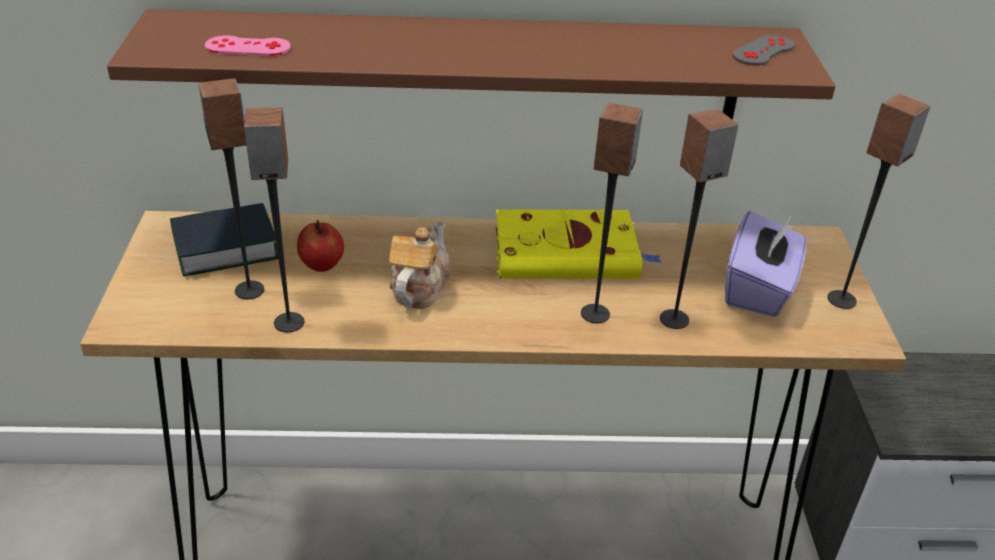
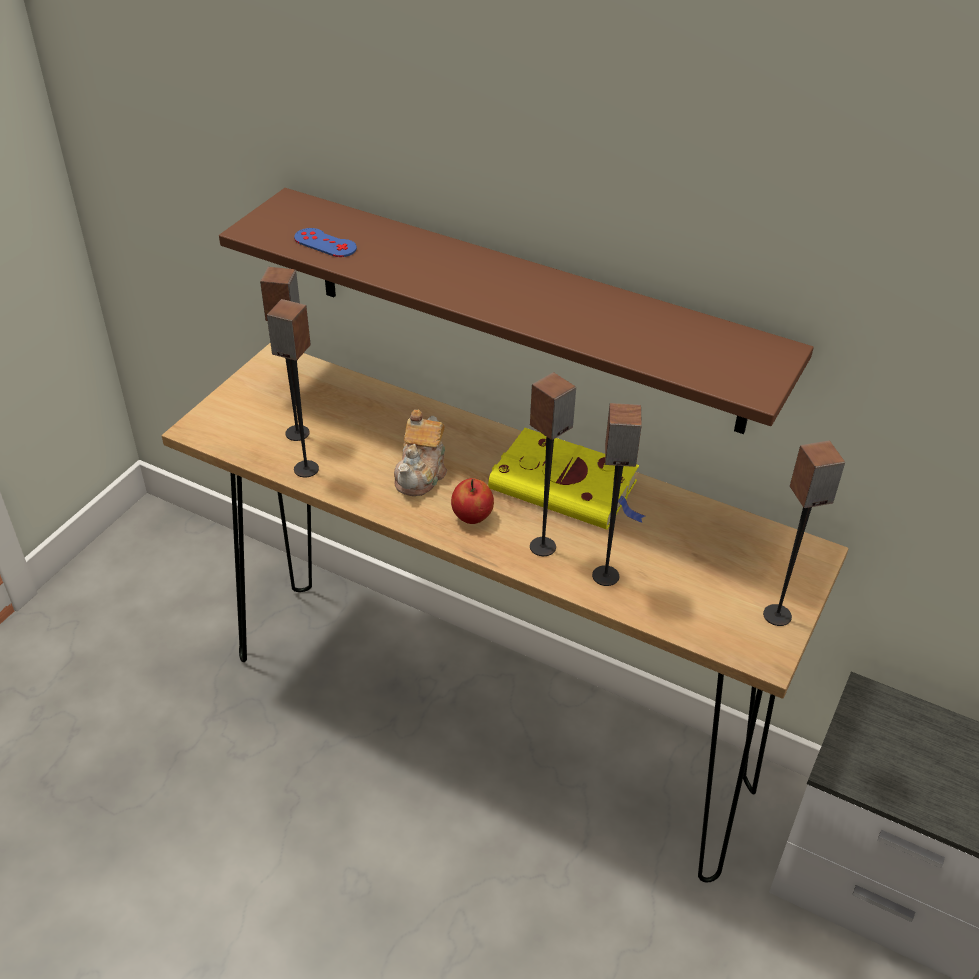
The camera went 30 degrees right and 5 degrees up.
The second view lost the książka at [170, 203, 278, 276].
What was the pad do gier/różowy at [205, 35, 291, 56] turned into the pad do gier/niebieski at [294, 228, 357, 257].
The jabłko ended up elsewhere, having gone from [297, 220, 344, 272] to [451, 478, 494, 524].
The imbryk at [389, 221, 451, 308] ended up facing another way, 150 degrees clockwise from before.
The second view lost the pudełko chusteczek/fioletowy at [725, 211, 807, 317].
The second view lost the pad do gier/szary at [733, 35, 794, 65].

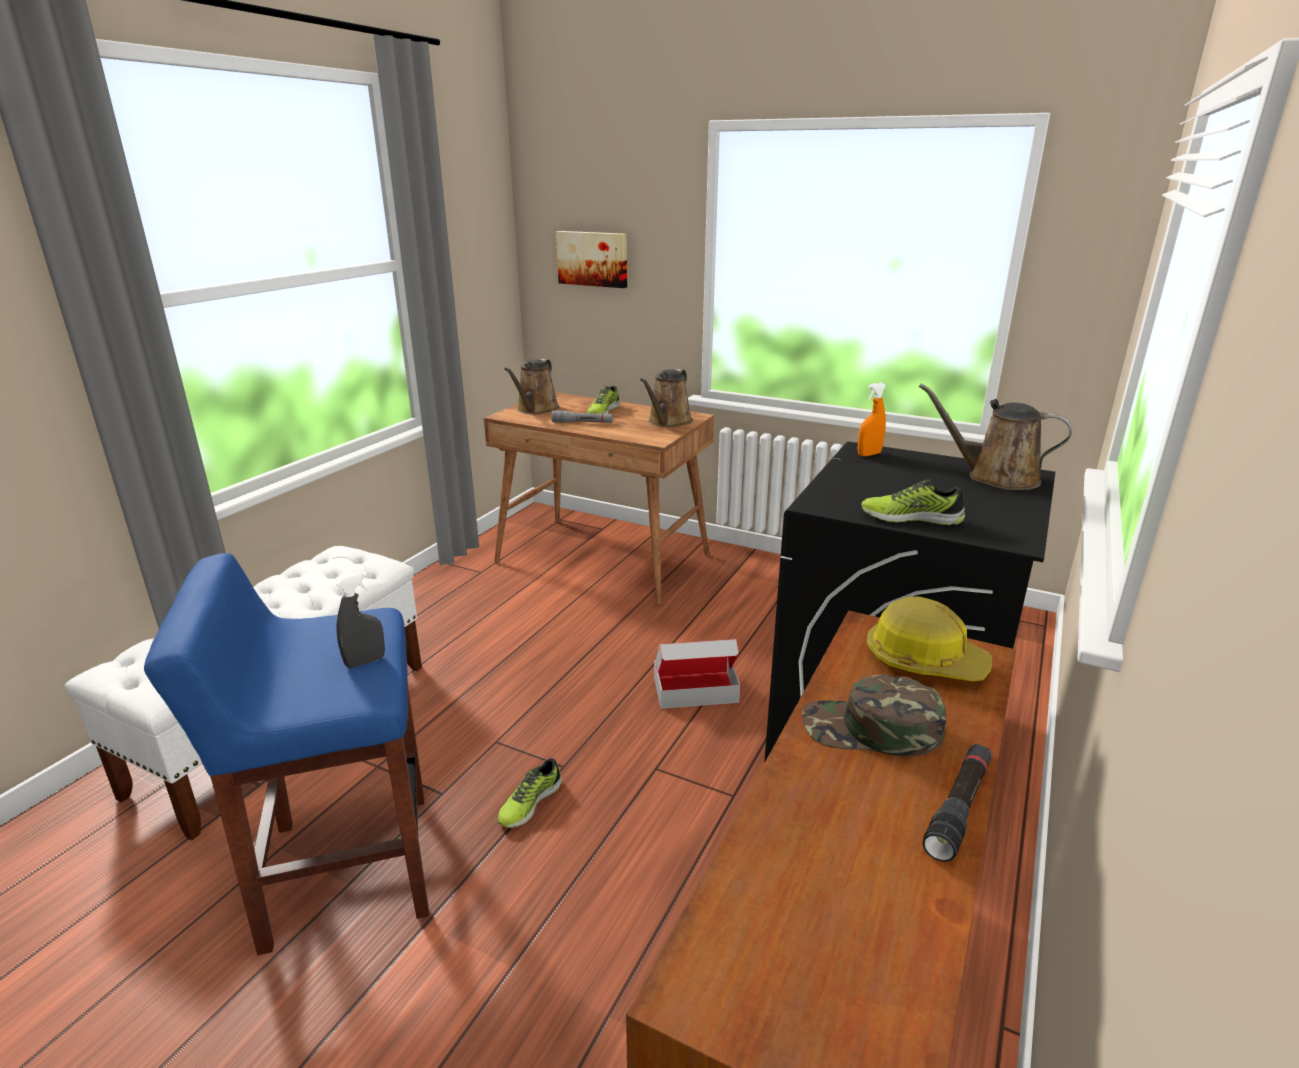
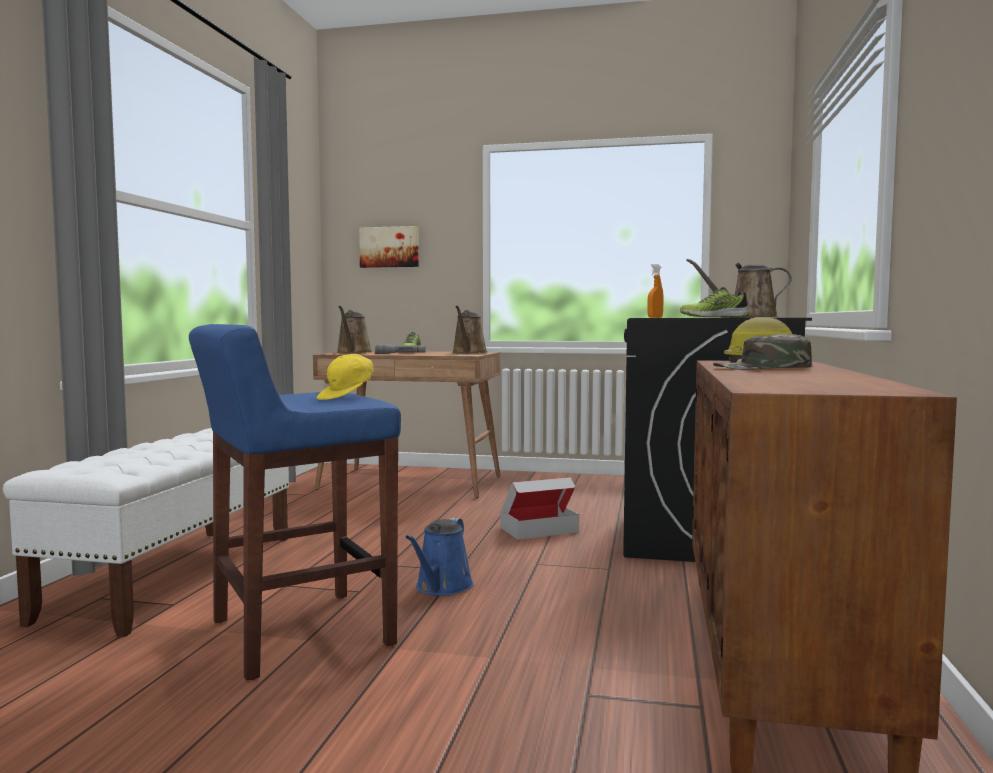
The camera went 15 degrees left and 20 degrees down.
Where the spryskiwacz/szary stood at [336, 572, 385, 668], the czapka z daszkiem/żółty came to stand at [317, 354, 374, 400].
Where the but stood at [498, 758, 562, 828], the konewka/niebieski came to stand at [406, 518, 474, 596].
The second view lost the latarka/czarny at [923, 744, 992, 862].

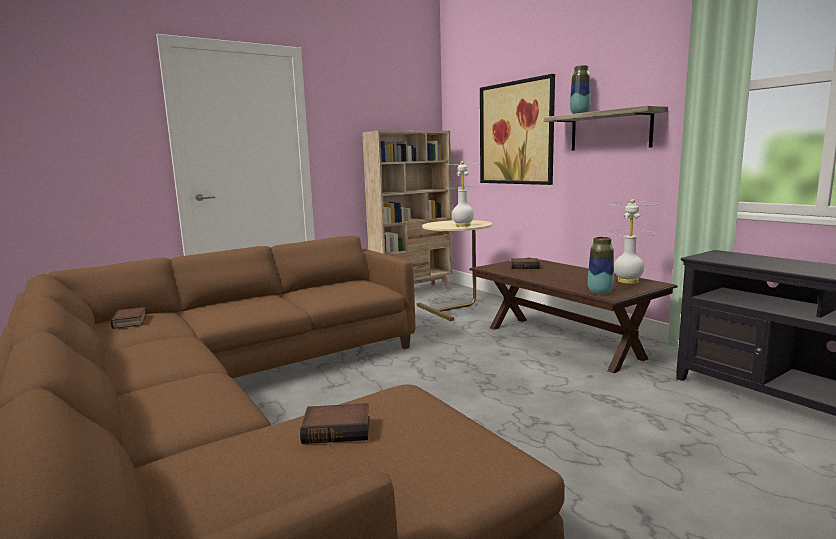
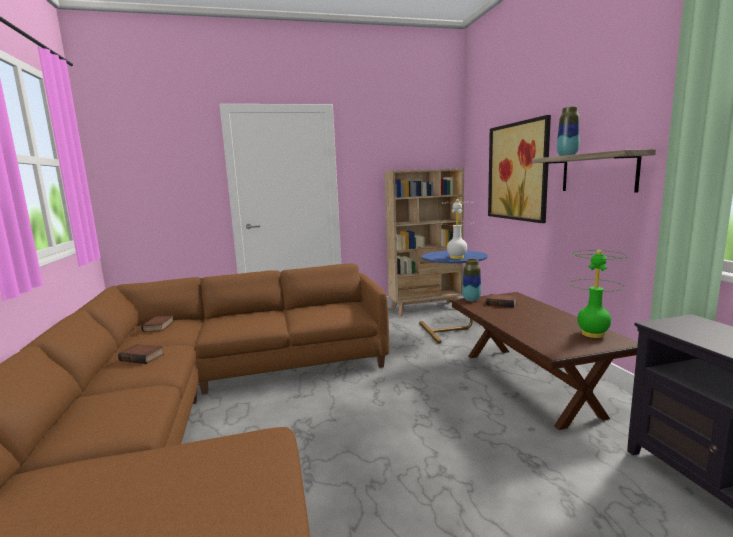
The camera went 20 degrees right and 0 degrees up.
The książka ended up elsewhere, having gone from [300, 403, 370, 444] to [118, 344, 164, 364].
What was the stolik/beżowy at [417, 220, 492, 321] turned into the stolik/niebieski at [419, 251, 488, 344].
The wazon ended up elsewhere, having gone from [588, 237, 614, 295] to [462, 259, 481, 301].
What was the lampa stołowa/biały at [607, 199, 657, 284] turned into the lampa stołowa/zielony at [570, 250, 626, 338].

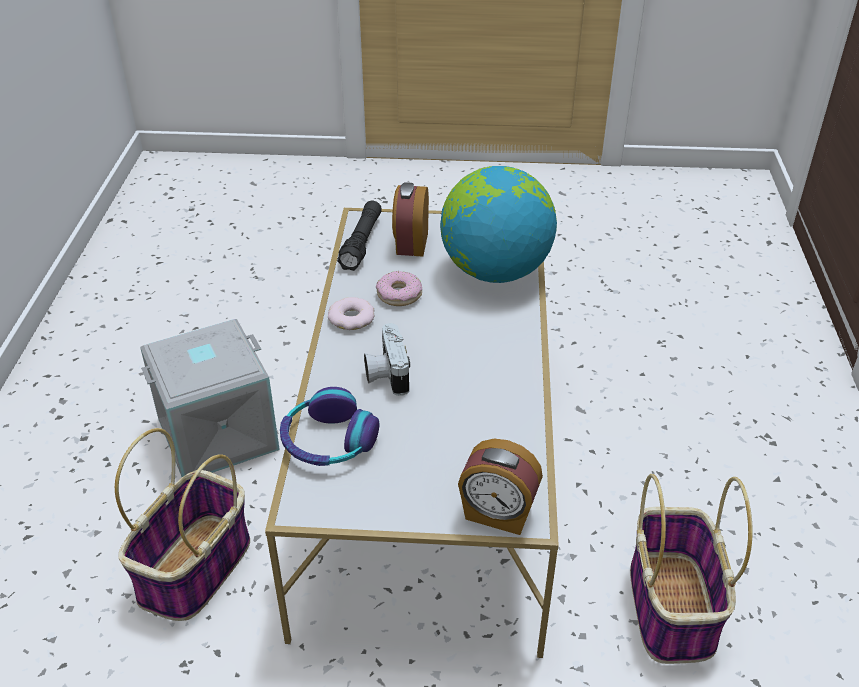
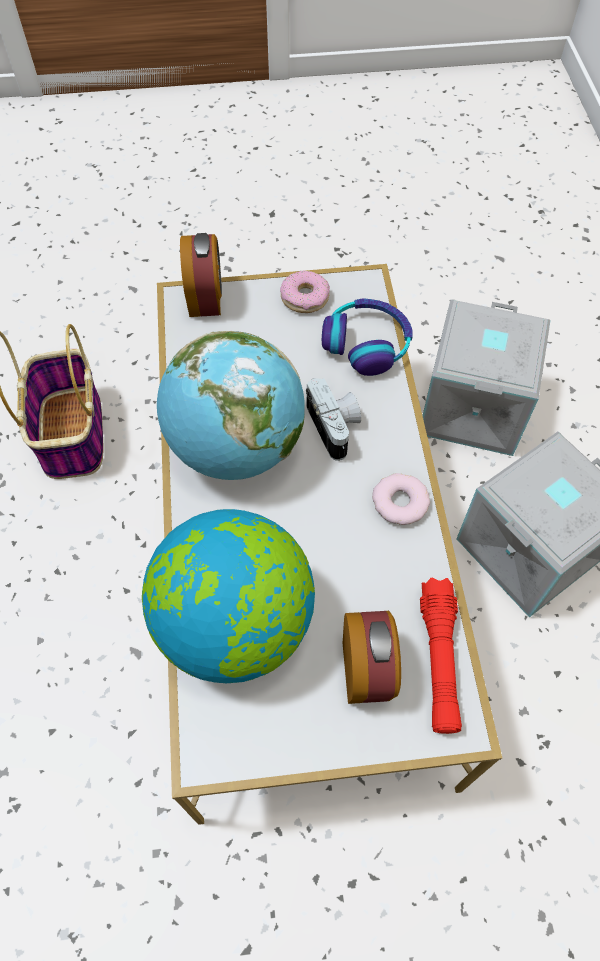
The camera went 170 degrees right and 20 degrees up.
Where the koszyk stood at [115, 428, 250, 621], the pojemnik do przechowywania/szary came to stand at [422, 300, 551, 456].
What was the latarka/czarny at [337, 201, 382, 271] turned into the latarka/czerwony at [420, 578, 462, 734].
The donut ended up elsewhere, having gone from [376, 271, 422, 306] to [280, 270, 330, 313].
The budzik at [458, 439, 543, 535] ended up facing another way, 75 degrees clockwise from before.
The second view gained the globus at [157, 331, 305, 480].

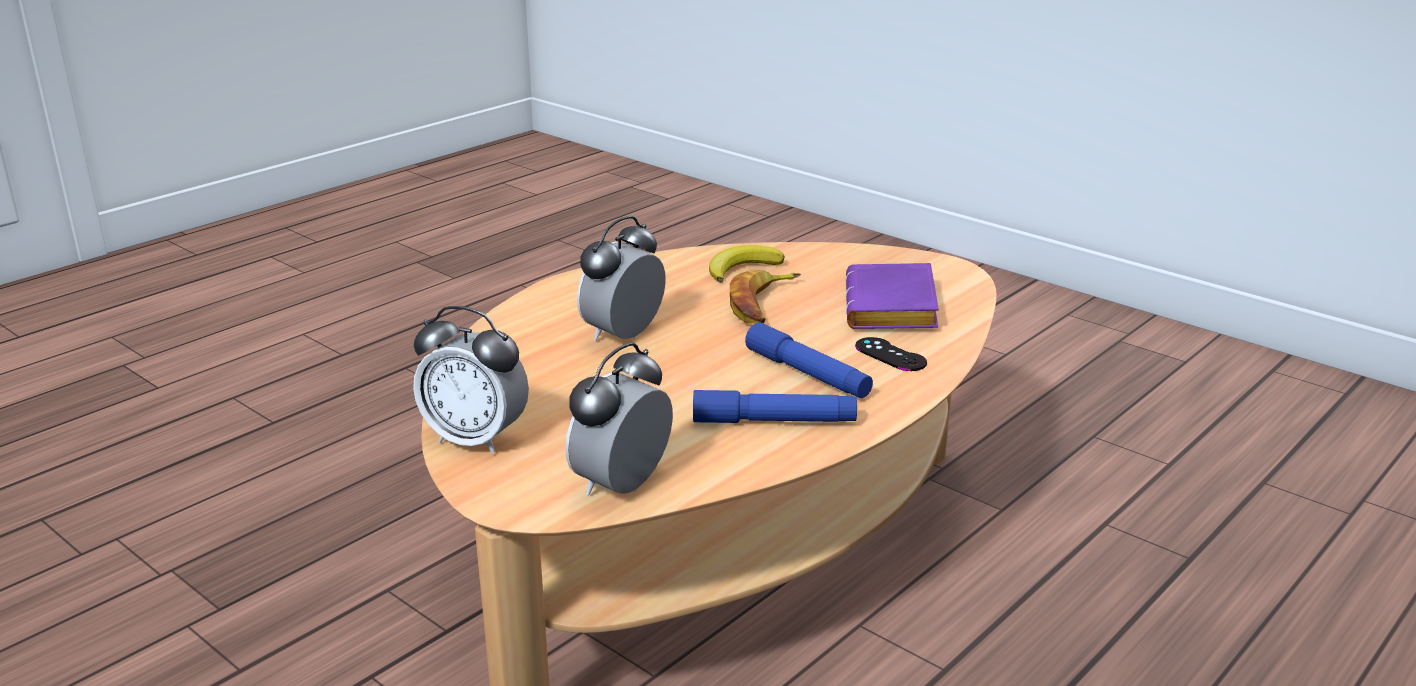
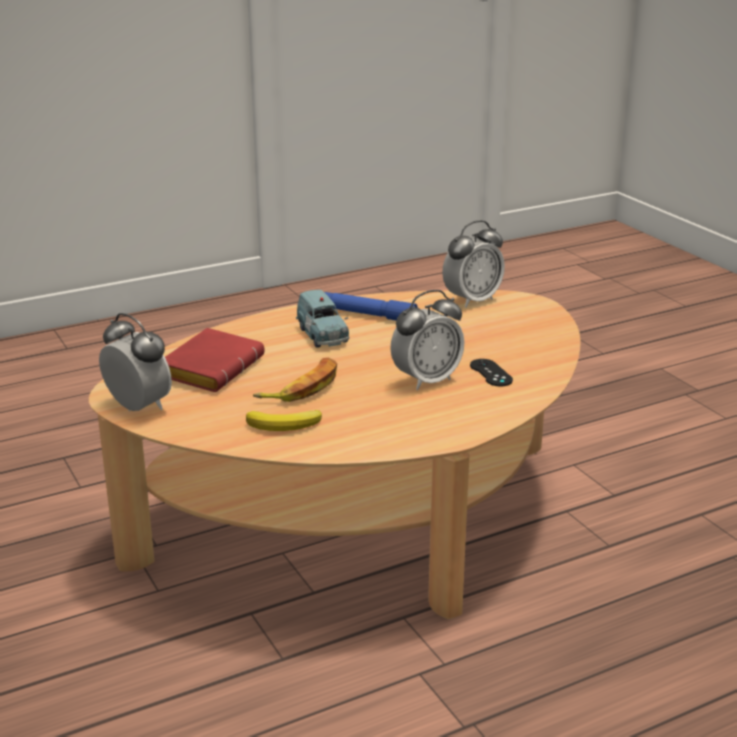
The camera went 160 degrees left and 0 degrees up.
The budzik ended up elsewhere, having gone from [413, 306, 529, 454] to [99, 313, 172, 411].
Where the latarka/niebieski stood at [745, 322, 873, 398], the samochodzik/niebieski came to stand at [296, 290, 349, 348].
What was the książka/fioletowy at [846, 263, 939, 329] turned into the książka/czerwony at [165, 328, 265, 392].
The pad do gier/czarny ended up elsewhere, having gone from [855, 337, 927, 371] to [470, 359, 513, 386].

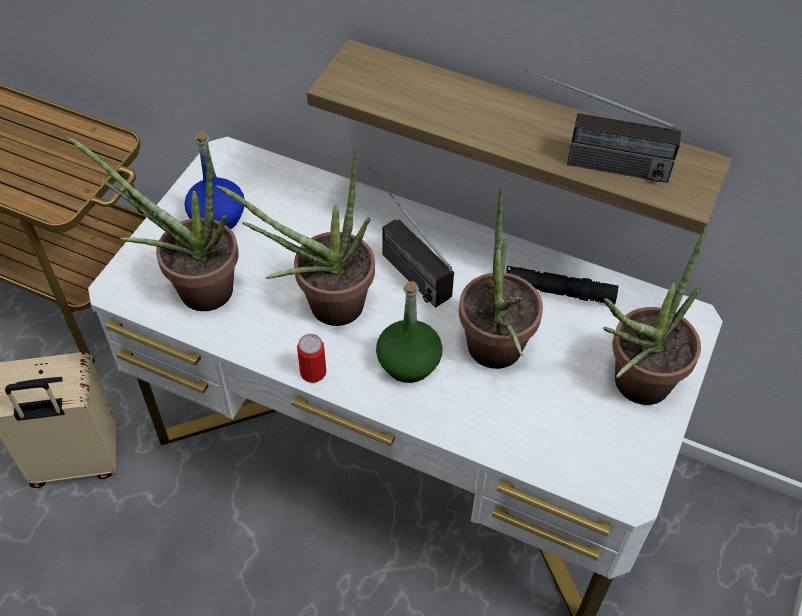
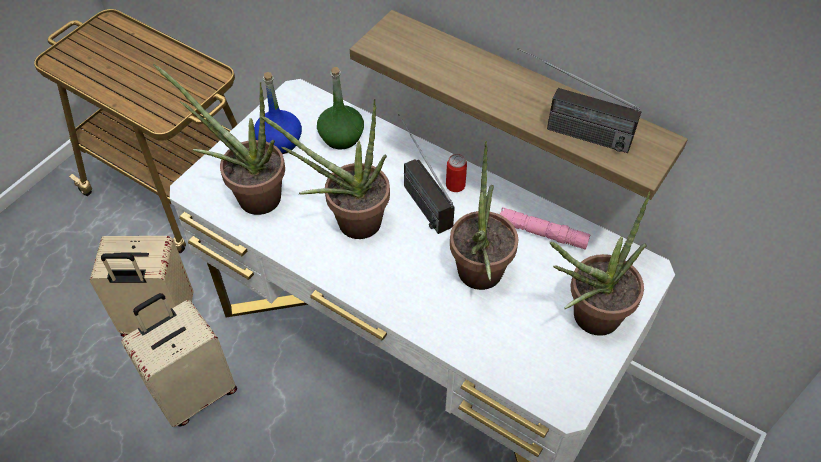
The camera went 10 degrees right and 0 degrees up.
The puszka ended up elsewhere, having gone from [297, 334, 326, 383] to [446, 154, 467, 192].
The butelka/zielony ended up elsewhere, having gone from [376, 281, 443, 383] to [317, 67, 364, 149].
What was the latarka/czarny at [507, 266, 618, 305] turned into the latarka/różowy at [500, 207, 591, 250].
The second view gained the walizka/beżowy at [121, 293, 237, 427].

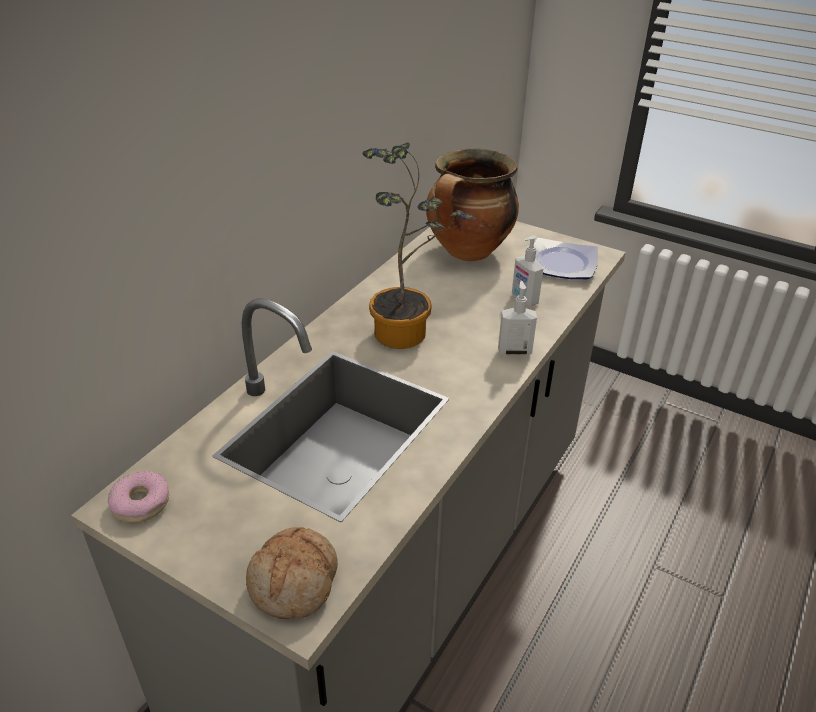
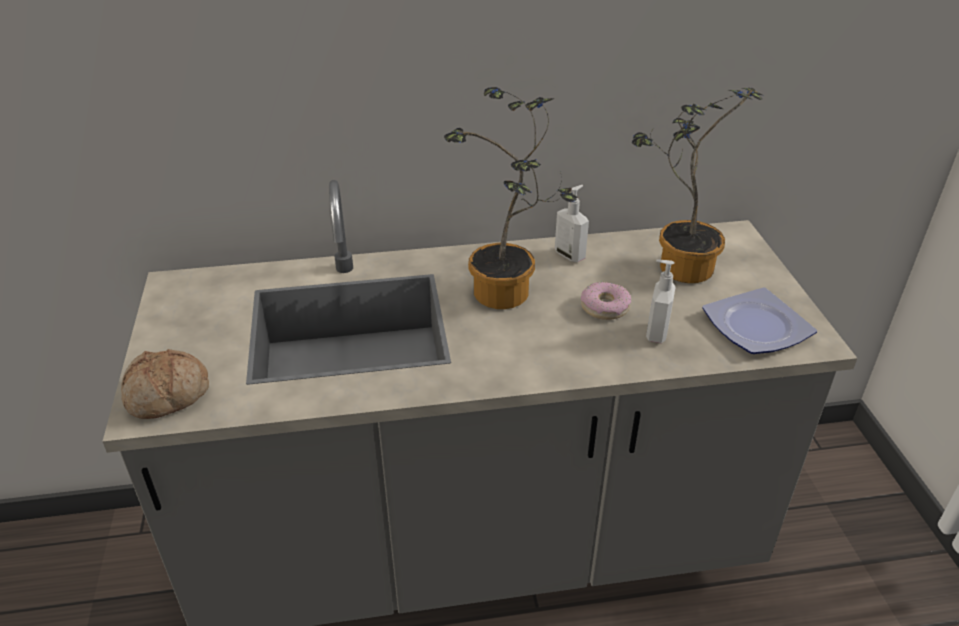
The camera went 50 degrees right and 0 degrees up.
The donut ended up elsewhere, having gone from [108, 471, 169, 523] to [581, 282, 631, 320].
Where the garnek stood at [426, 148, 519, 262], the roślina doniczkowa came to stand at [632, 88, 763, 283].
The dozownik mydła ended up elsewhere, having gone from [498, 281, 537, 356] to [555, 185, 589, 262].

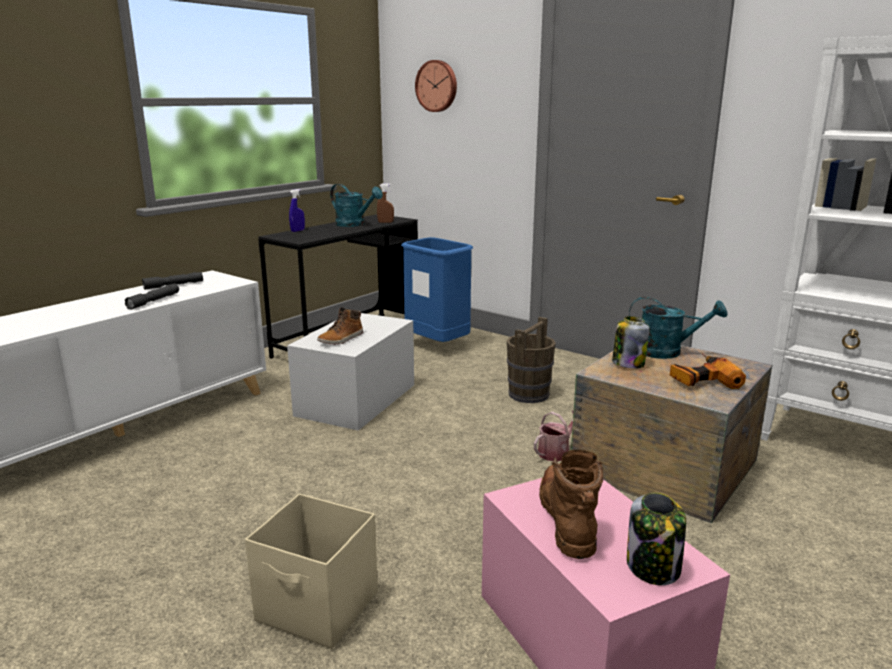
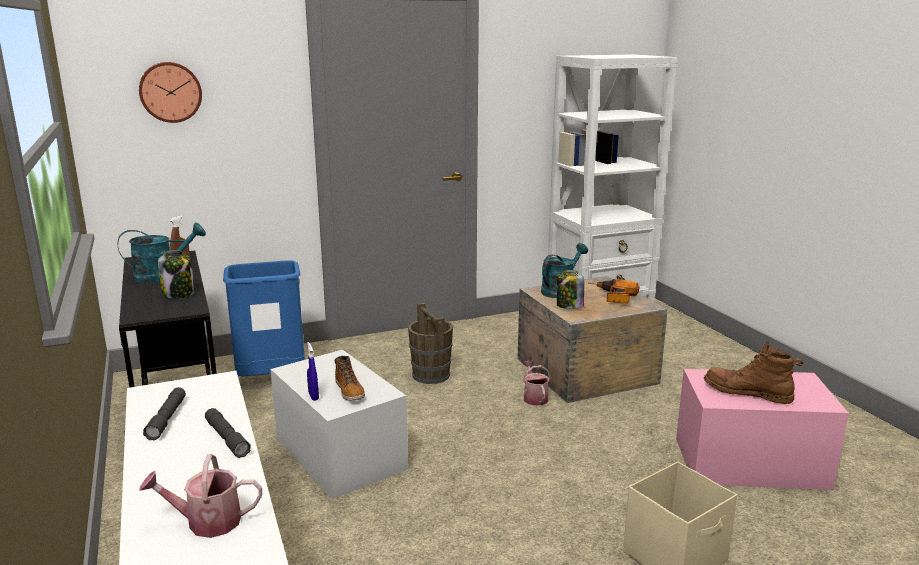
The camera went 60 degrees left and 0 degrees up.
The spryskiwacz/niebieski ended up elsewhere, having gone from [289, 189, 305, 232] to [307, 342, 319, 401].
The słoik ended up elsewhere, having gone from [627, 492, 686, 585] to [158, 250, 195, 299].
The second view gained the konewka at [139, 454, 262, 538].

